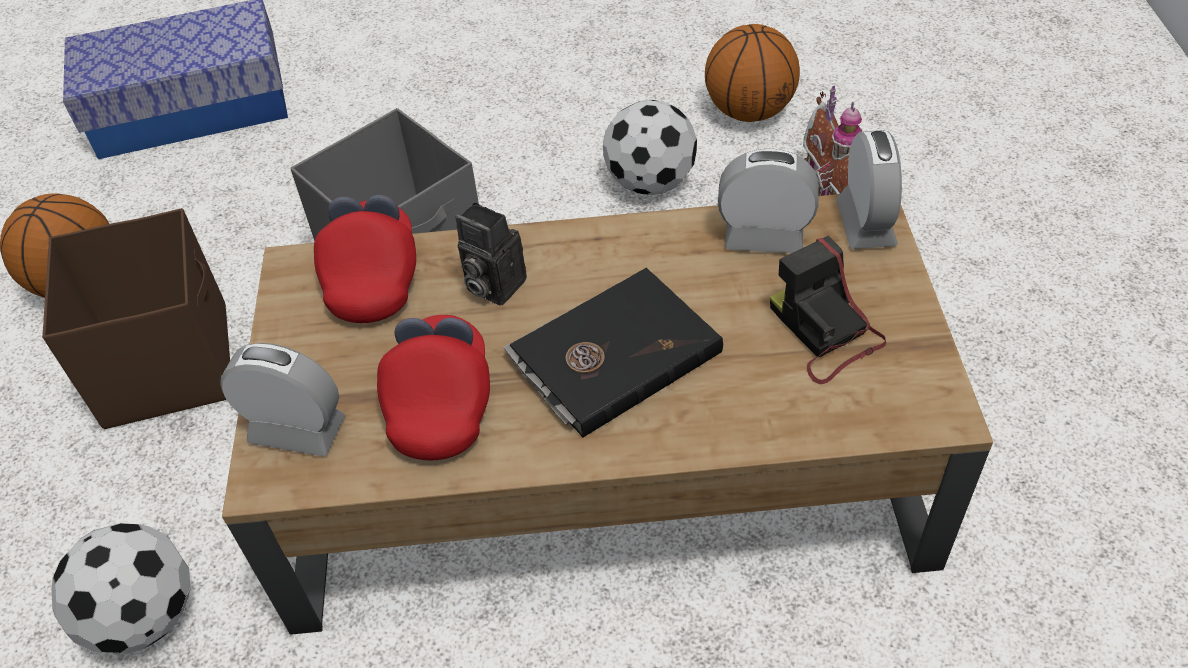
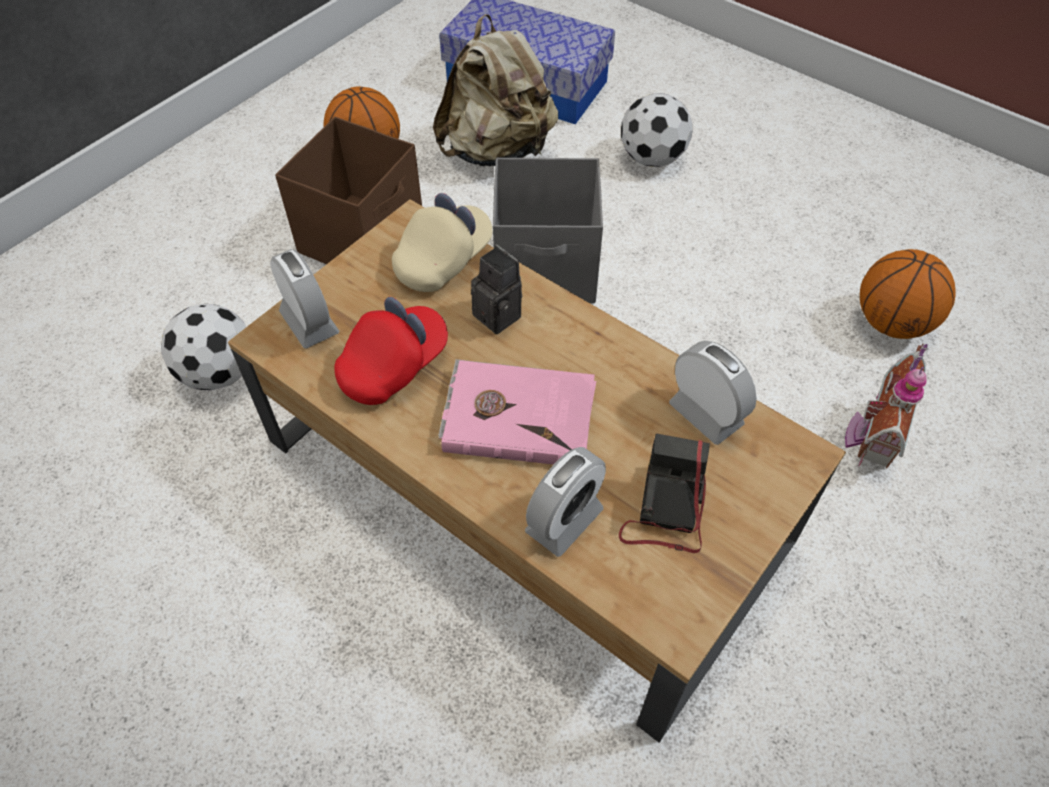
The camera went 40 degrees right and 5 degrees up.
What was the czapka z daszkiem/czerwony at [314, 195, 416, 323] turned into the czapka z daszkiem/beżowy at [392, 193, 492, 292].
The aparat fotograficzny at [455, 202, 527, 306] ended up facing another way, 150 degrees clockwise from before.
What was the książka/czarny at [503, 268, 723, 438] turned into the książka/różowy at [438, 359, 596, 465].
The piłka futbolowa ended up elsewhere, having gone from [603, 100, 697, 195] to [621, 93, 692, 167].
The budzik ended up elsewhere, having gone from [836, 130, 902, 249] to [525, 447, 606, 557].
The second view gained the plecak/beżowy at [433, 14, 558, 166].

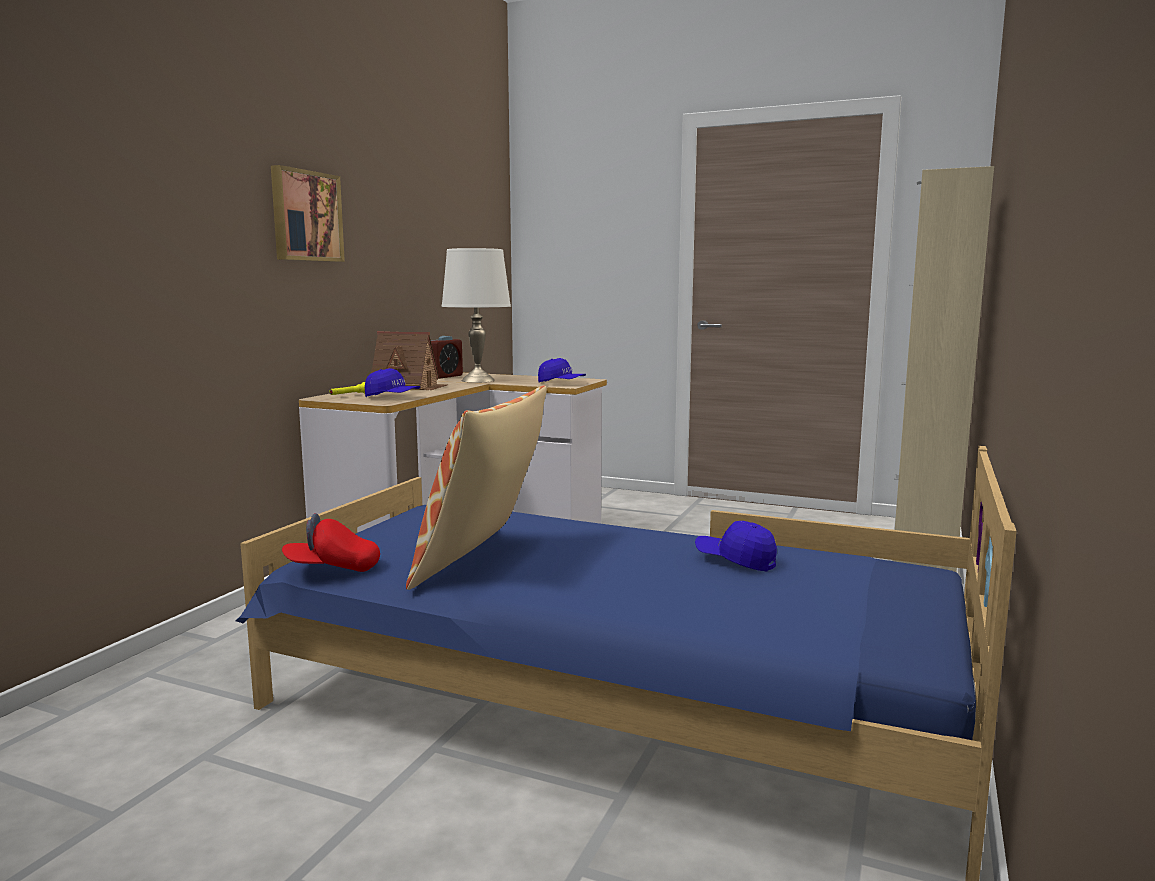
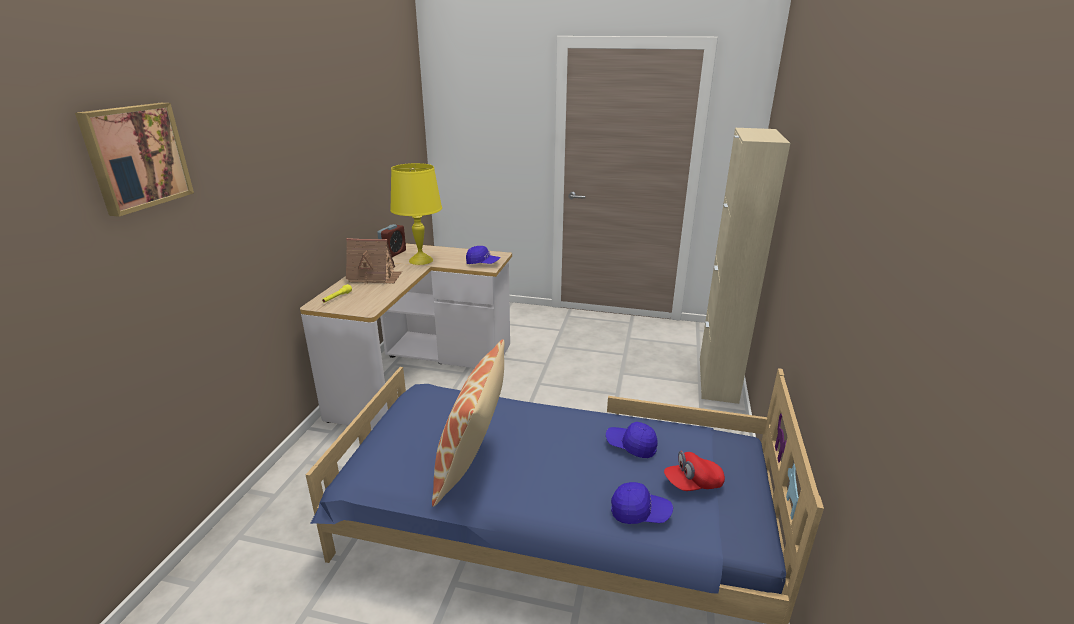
The camera went 10 degrees left and 15 degrees up.
The obraz ended up elsewhere, having gone from [271, 165, 345, 262] to [75, 103, 194, 217].
The czapka z daszkiem/czerwony ended up elsewhere, having gone from [282, 513, 380, 572] to [664, 451, 725, 491].
The czapka z daszkiem/niebieski ended up elsewhere, having gone from [365, 368, 420, 397] to [611, 482, 673, 524].
What was the lampa stołowa/biały at [441, 248, 511, 383] turned into the lampa stołowa/żółty at [390, 163, 442, 265].

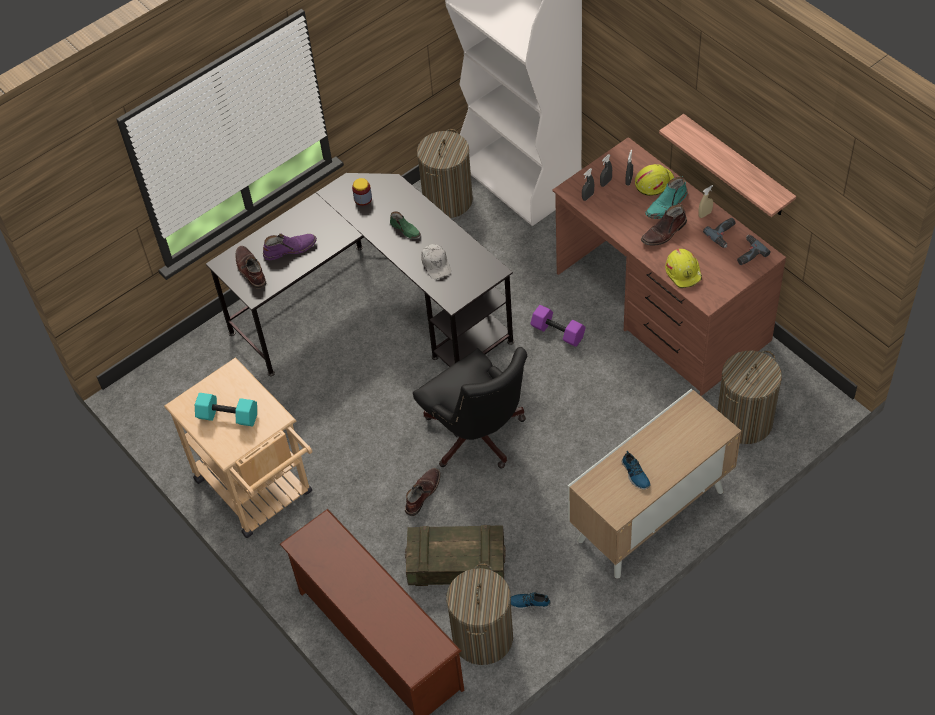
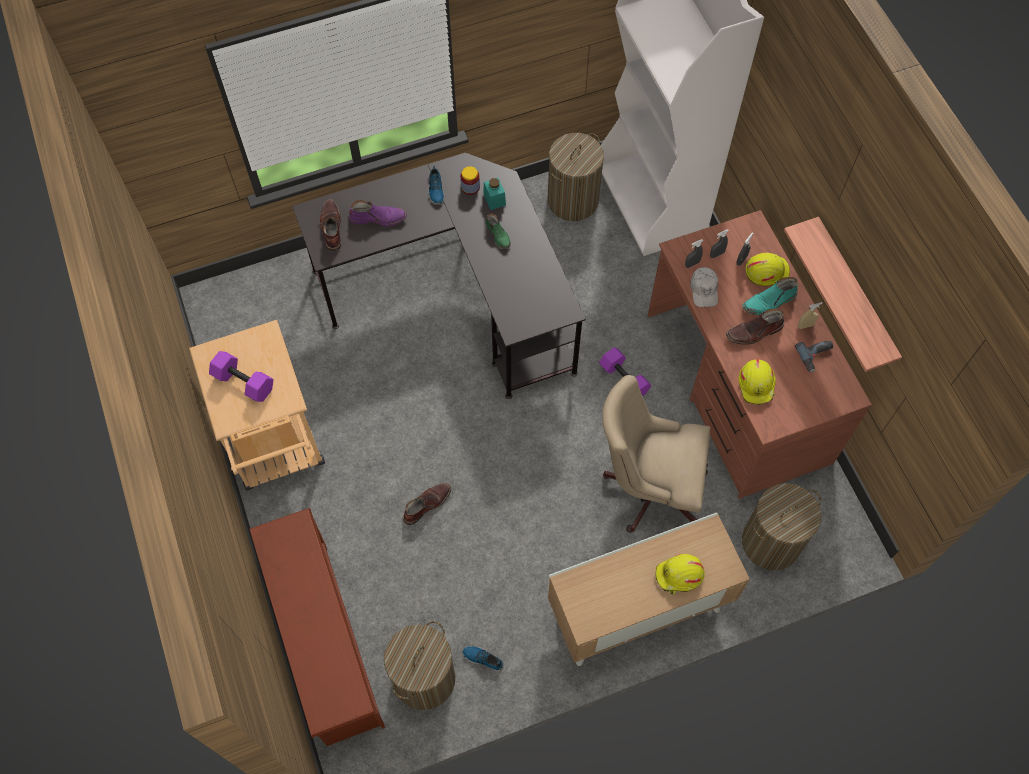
The camera went 15 degrees right and 10 degrees up.
What was the hantel/turkusowy at [195, 393, 257, 427] turned into the hantel/fioletowy at [209, 351, 273, 402].
The second view lost the skrzynka at [405, 525, 506, 586].
The second view lost the krzesło biurowe/czarny at [413, 347, 527, 468].
The czapka z daszkiem/biały ended up elsewhere, having gone from [421, 244, 451, 279] to [690, 267, 718, 307].
The but ended up elsewhere, having gone from [622, 451, 651, 490] to [428, 166, 444, 204].
The second view lost the wiertarka at [737, 235, 771, 265].
The second view gained the słoik/turkusowy at [483, 178, 506, 210].
The second view gained the krzesło biurowe/beżowy at [602, 375, 710, 533].
The second view gained the kask/żółty at [656, 554, 705, 594].

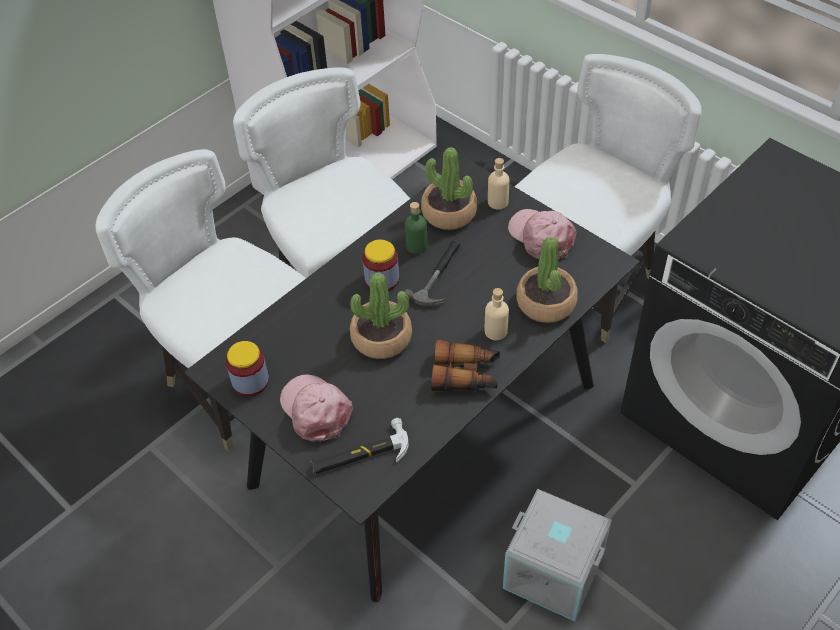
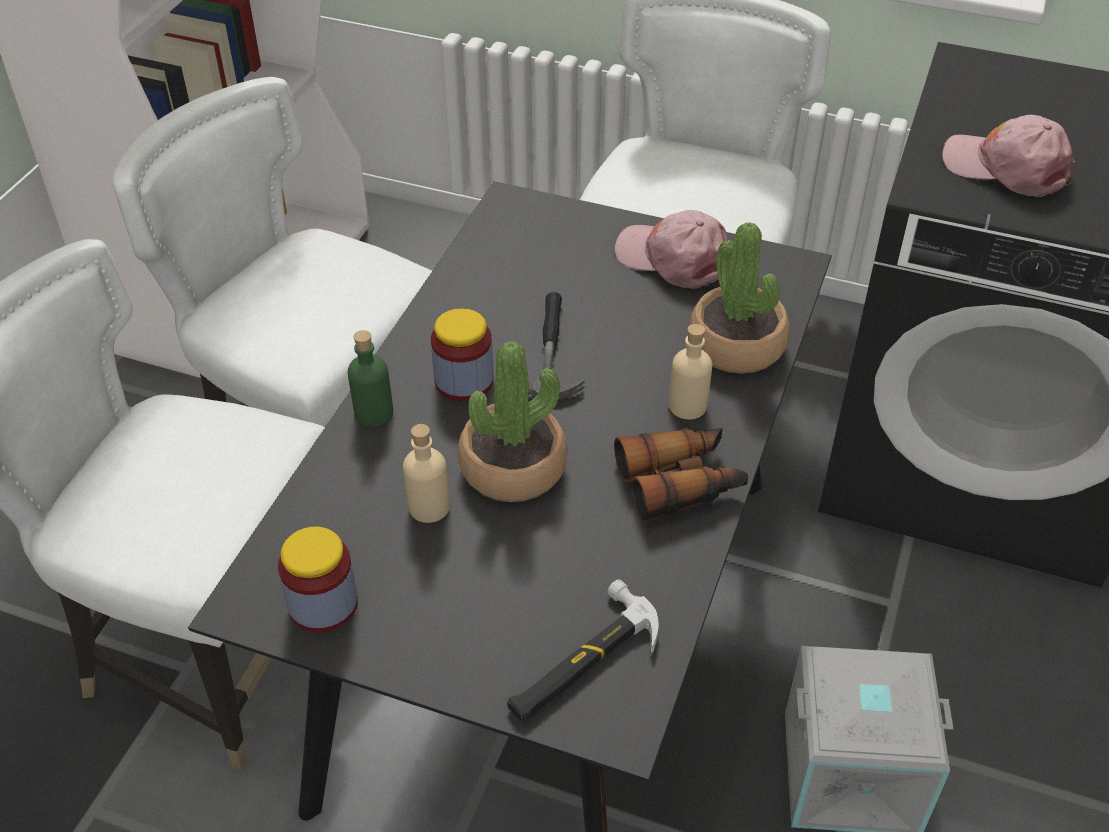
The camera went 25 degrees left and 5 degrees down.
The czapka z daszkiem/różowy ended up elsewhere, having gone from [280, 375, 353, 442] to [942, 115, 1075, 197].
The butelka/zielony ended up elsewhere, having gone from [405, 202, 428, 254] to [348, 330, 393, 426].
The second view lost the roślina doniczkowa at [421, 147, 477, 230].
The butelka/beżowy ended up elsewhere, having gone from [488, 158, 509, 210] to [403, 424, 450, 523].

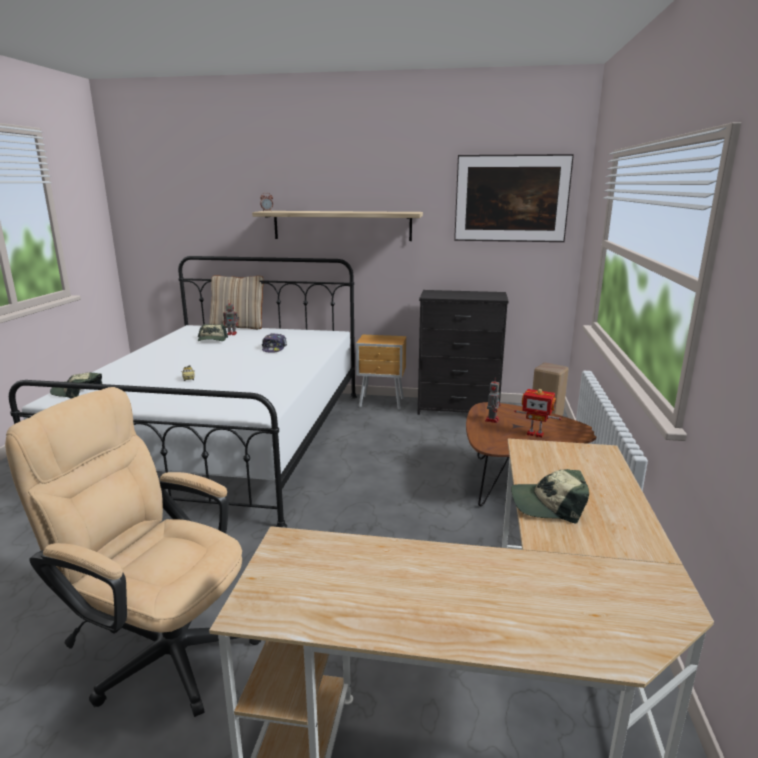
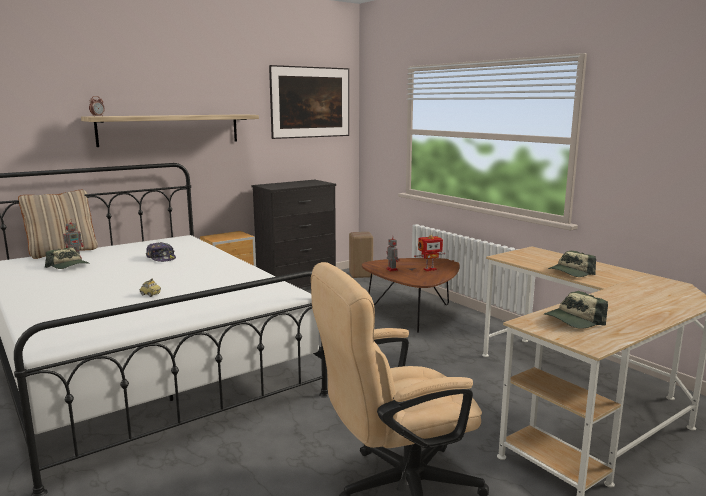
The camera went 45 degrees left and 5 degrees down.
The czapka z daszkiem ended up elsewhere, having gone from [50, 372, 102, 399] to [544, 291, 608, 329].

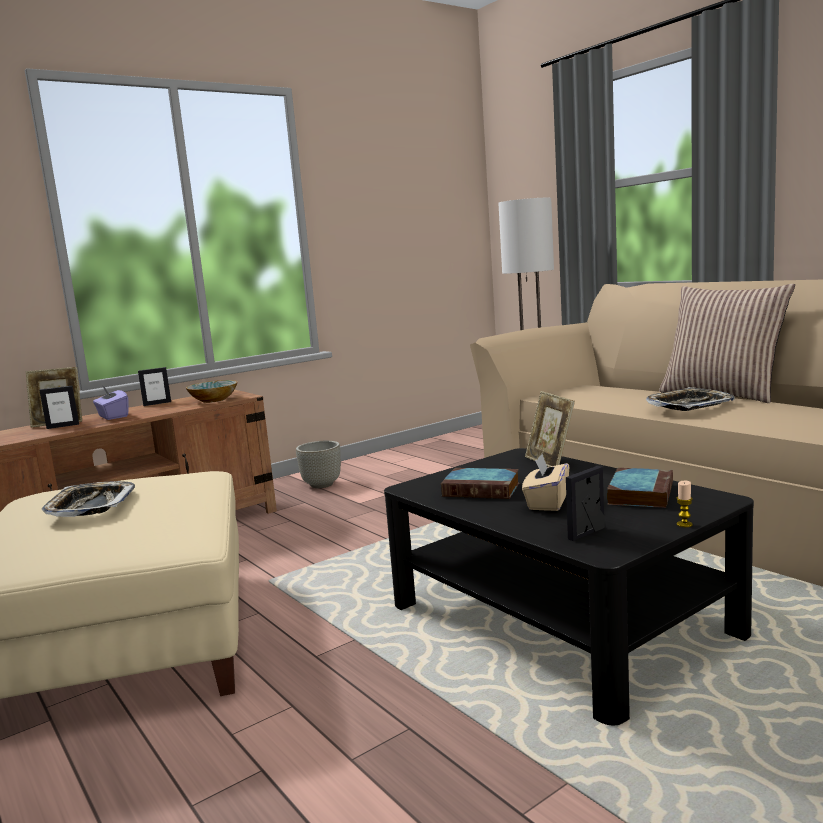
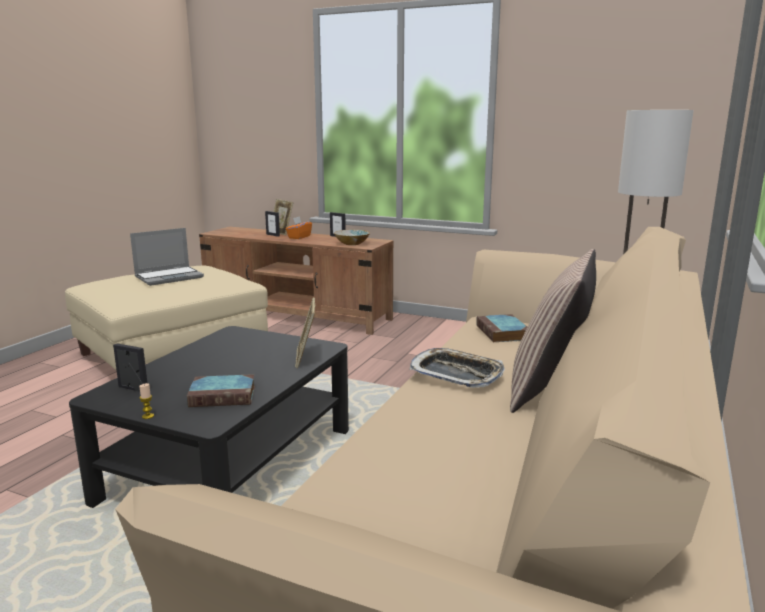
The camera went 60 degrees right and 5 degrees up.
Where the taca stood at [42, 481, 135, 517], the laptop came to stand at [130, 228, 204, 286].
What was the pudełko chusteczek/fioletowy at [93, 386, 129, 420] turned into the pudełko chusteczek/pomarańczowy at [286, 216, 312, 239].
The second view lost the donica/szary at [296, 441, 341, 488].
The książka ended up elsewhere, having gone from [441, 468, 519, 499] to [476, 314, 527, 342].
The second view lost the pudełko chusteczek/beżowy at [522, 454, 569, 511].
The ramka na zdjęcie at [525, 391, 575, 467] ended up facing another way, 45 degrees counterclockwise from before.

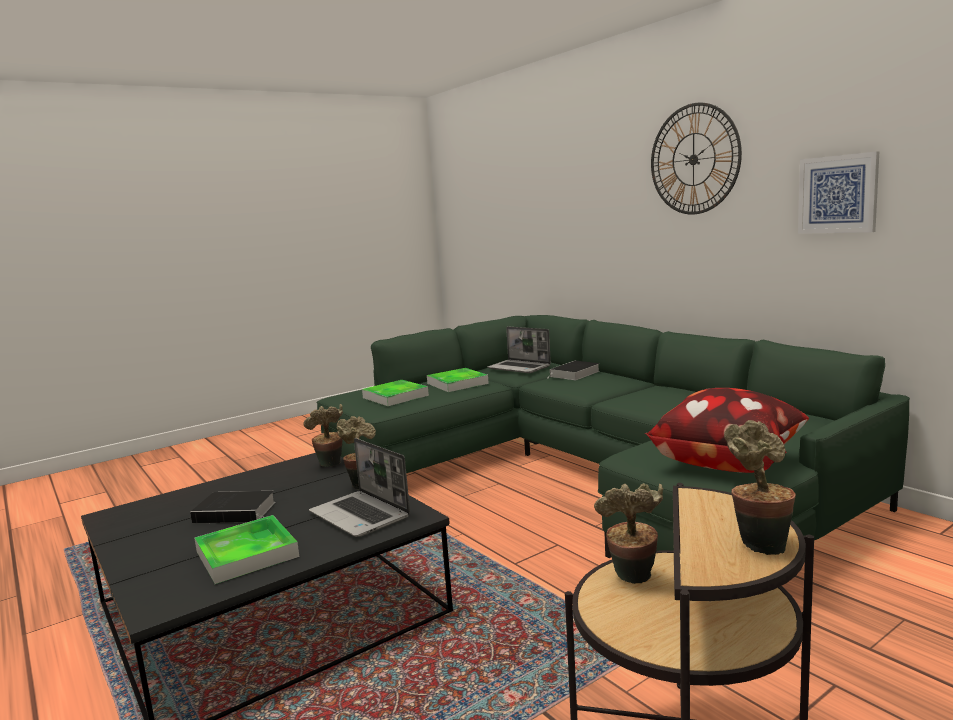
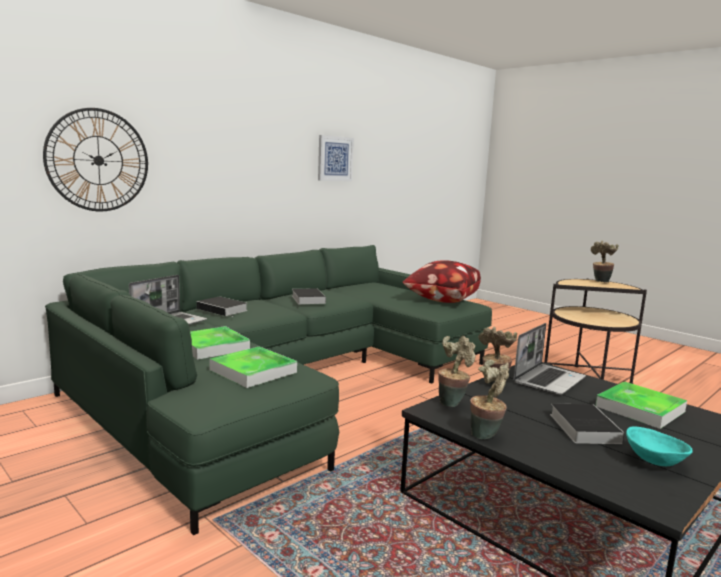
The camera went 100 degrees left and 0 degrees up.
The roślina doniczkowa ended up elsewhere, having gone from [594, 483, 663, 584] to [470, 360, 509, 439].
The zegar ścienny ended up elsewhere, having gone from [651, 103, 742, 215] to [43, 108, 148, 212].
The second view gained the książka at [292, 288, 326, 304].
The second view gained the miska/turkusowy at [626, 427, 693, 466].

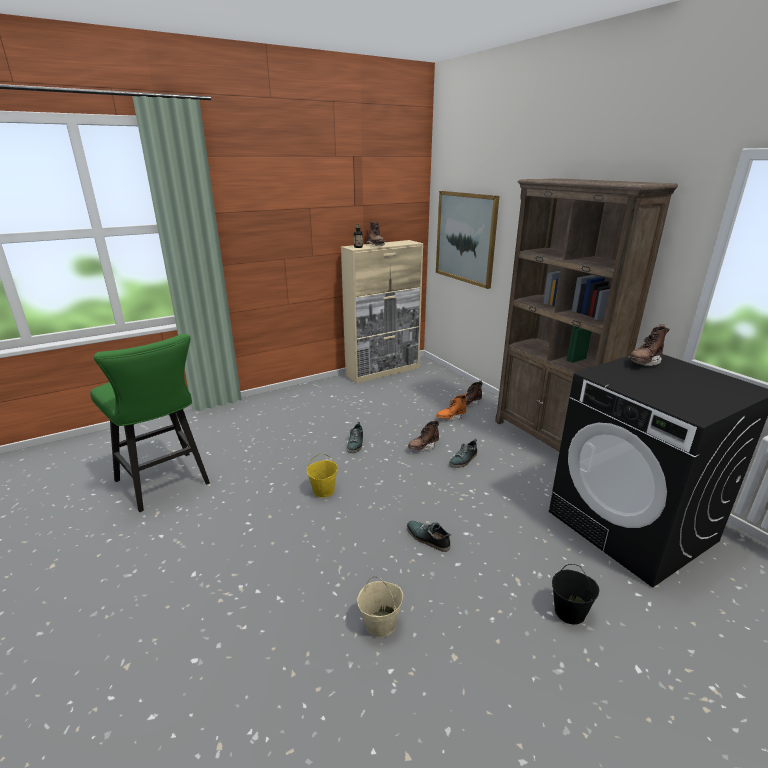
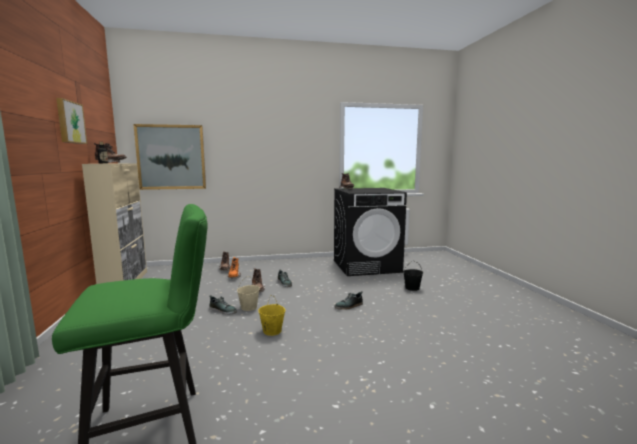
The camera went 70 degrees left and 15 degrees down.
The wiadro/beżowy ended up elsewhere, having gone from [357, 577, 403, 638] to [237, 276, 260, 311].
The second view lost the regał/brązowy at [495, 178, 678, 452].
The second view gained the obraz at [56, 98, 87, 144].

